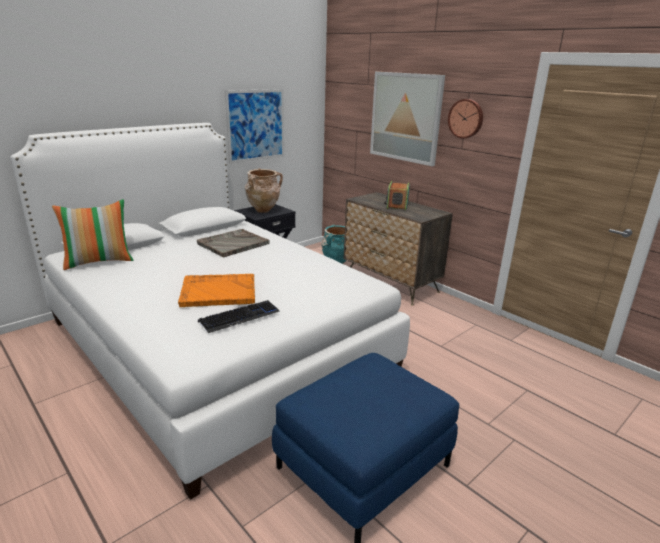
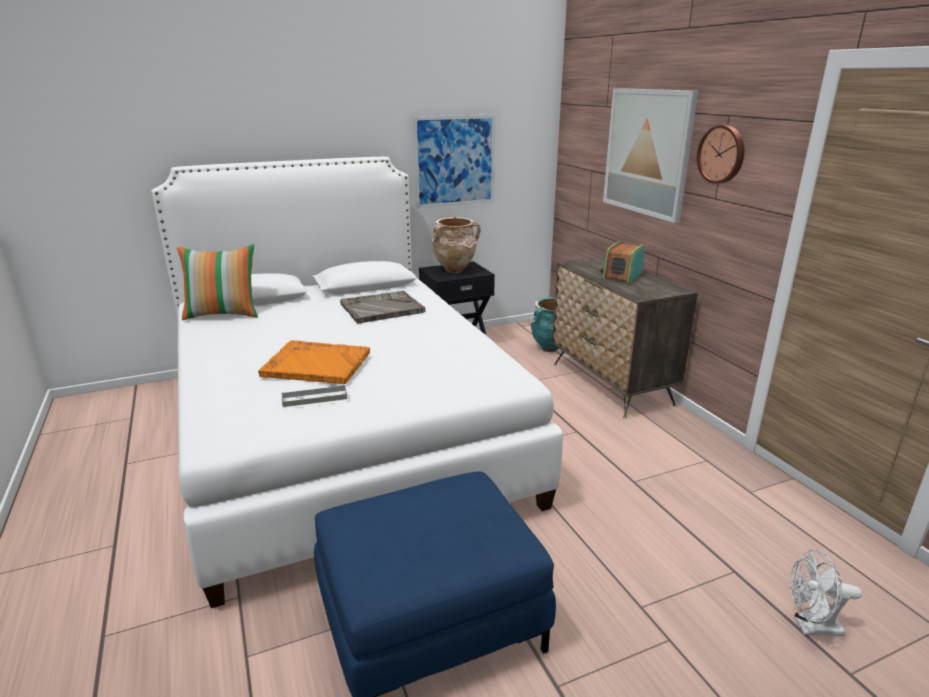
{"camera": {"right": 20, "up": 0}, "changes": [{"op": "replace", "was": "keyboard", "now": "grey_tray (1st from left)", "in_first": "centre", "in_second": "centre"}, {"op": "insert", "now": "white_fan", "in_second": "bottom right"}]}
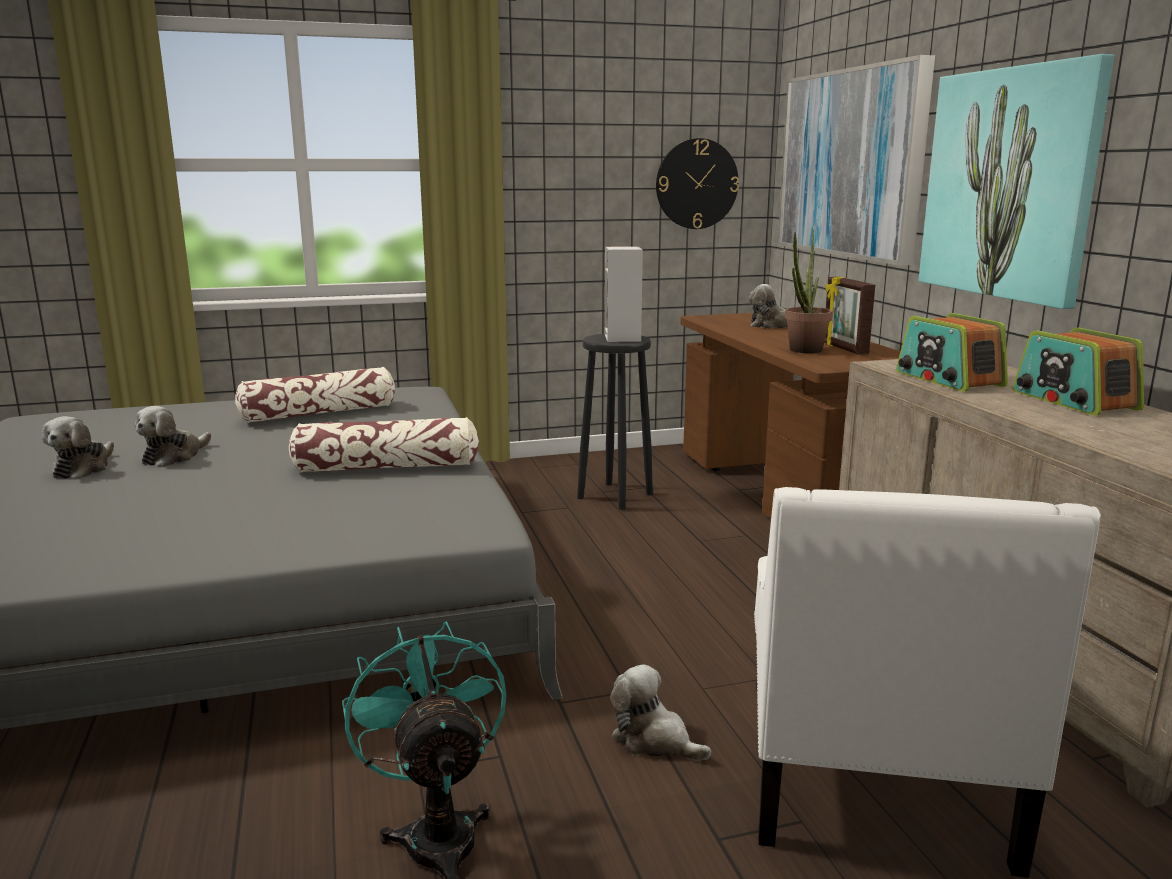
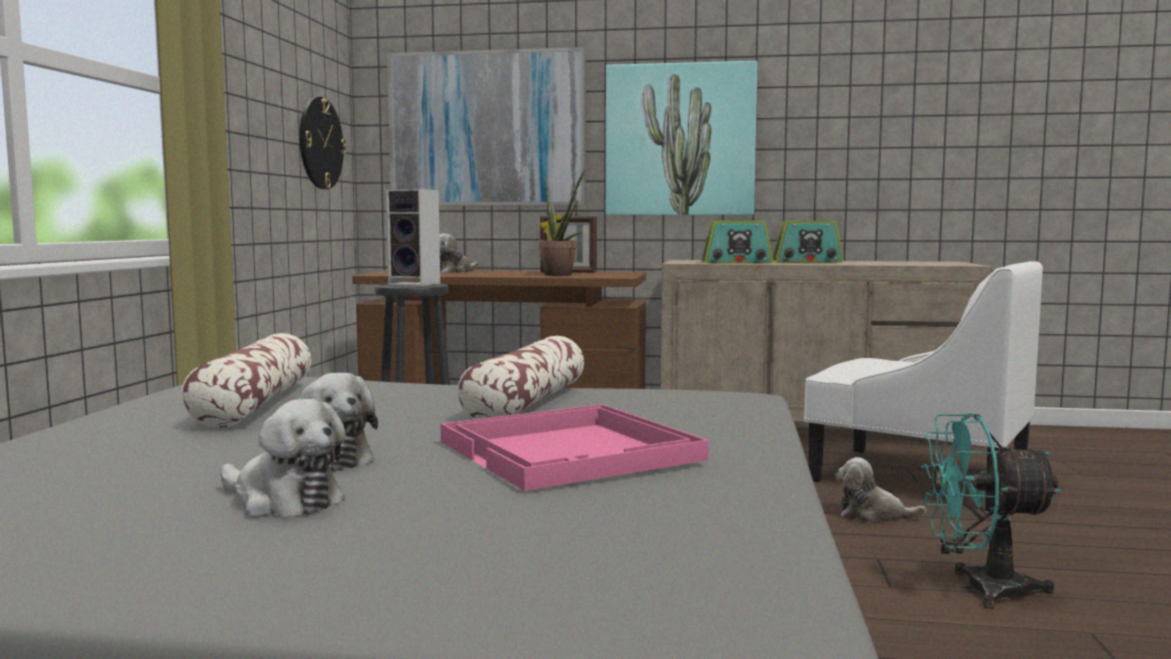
{"camera": {"right": -65, "up": -10}, "changes": [{"op": "insert", "now": "pink_tray", "in_second": "bottom centre"}, {"op": "rotate", "was": "plush_toy (3rd from left in the first image)", "in_first": "bottom centre", "in_second": "bottom right", "clockwise": 45}]}
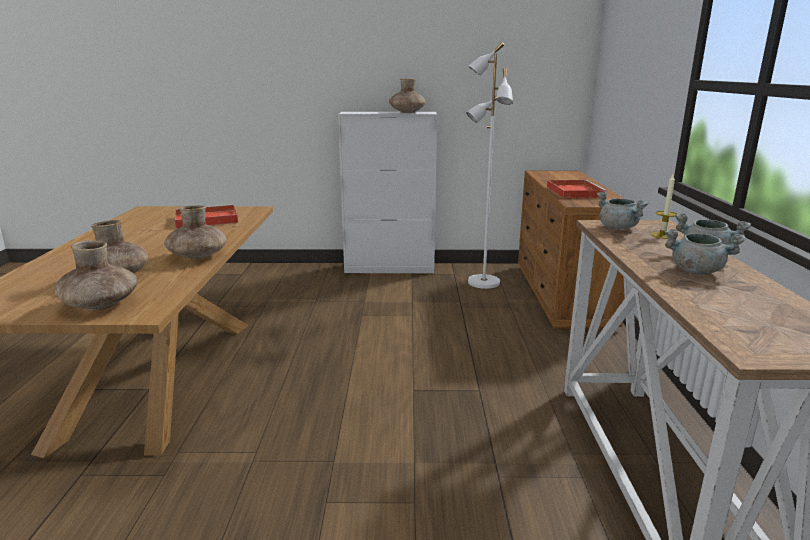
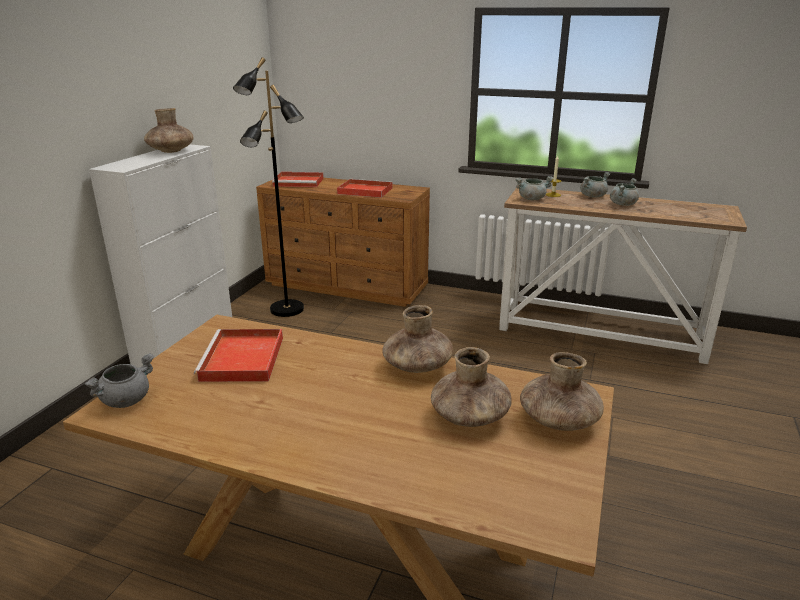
{"camera": {"right": -70, "up": 5}, "changes": [{"op": "insert", "now": "grey_cooking_pot (1st from left)", "in_second": "middle left"}, {"op": "recolor", "was": "white_floor_lamp", "now": "black_floor_lamp", "in_first": "top centre", "in_second": "top centre"}, {"op": "insert", "now": "red_tray (2nd from left)", "in_second": "top centre"}]}
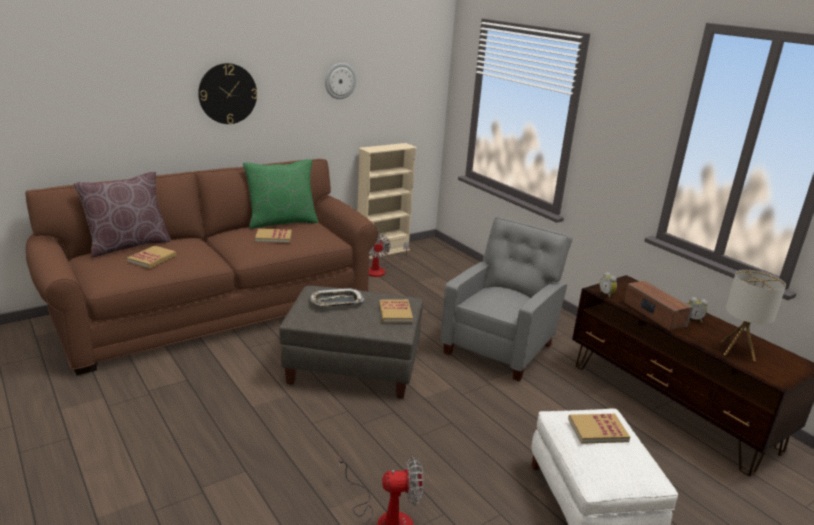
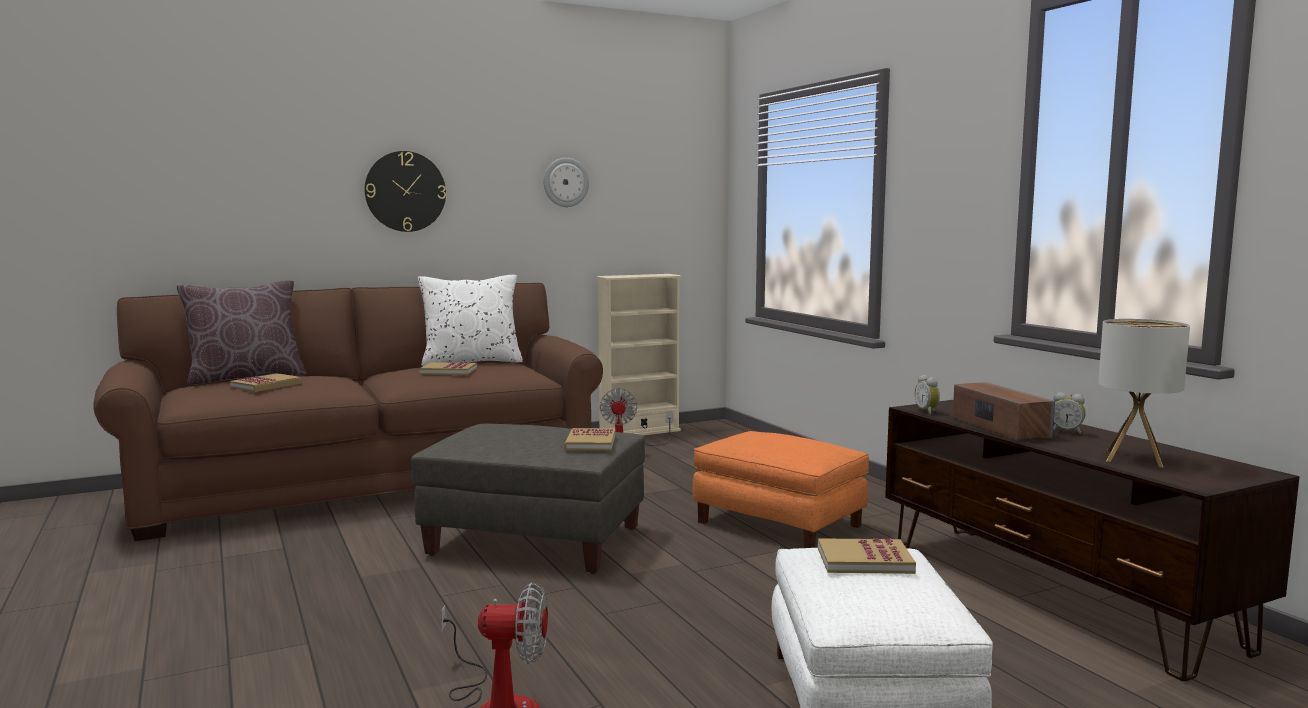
{"camera": {"right": 10, "up": -15}, "changes": [{"op": "recolor", "was": "green_pillow", "now": "white_pillow", "in_first": "centre", "in_second": "centre"}, {"op": "replace", "was": "grey_armchair", "now": "orange_ottoman", "in_first": "centre", "in_second": "bottom centre"}, {"op": "delete", "was": "tray", "in_first": "centre"}]}
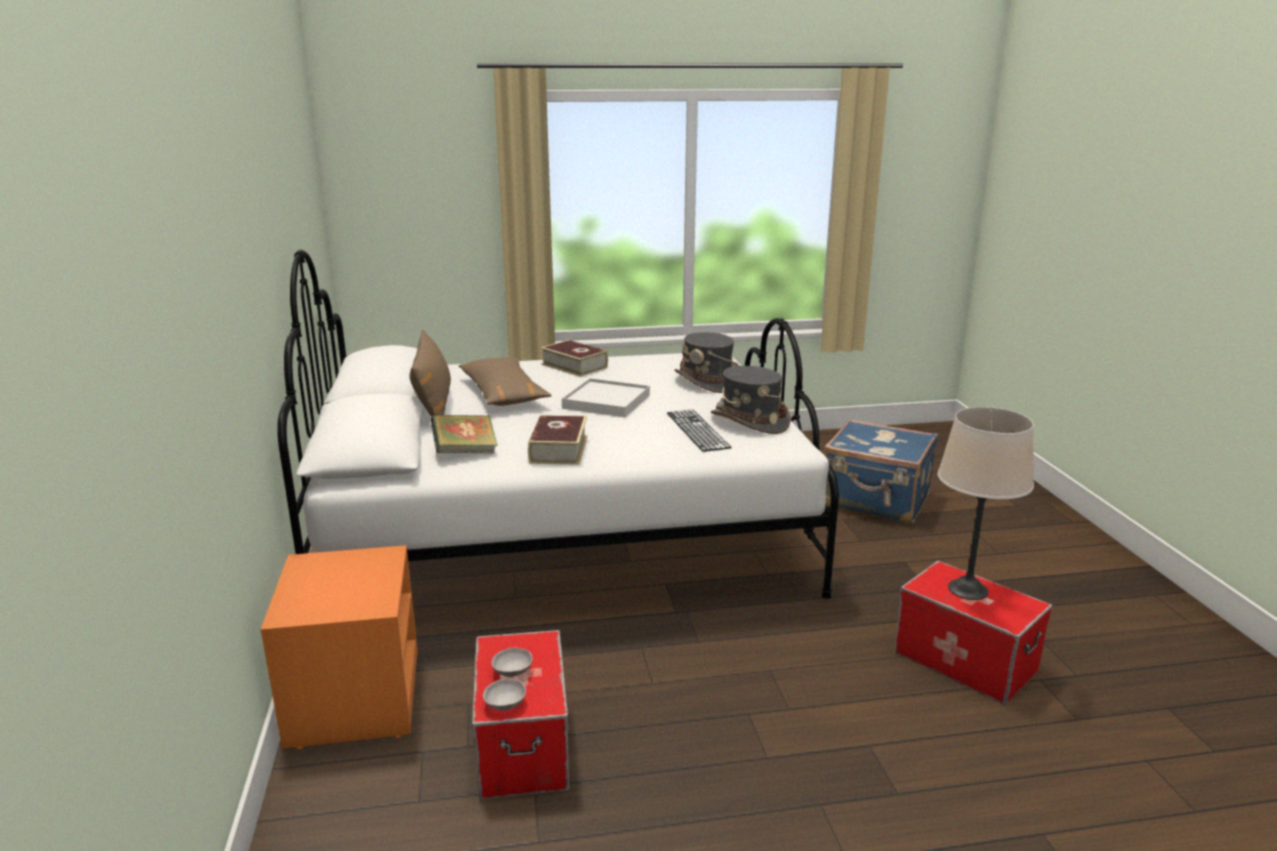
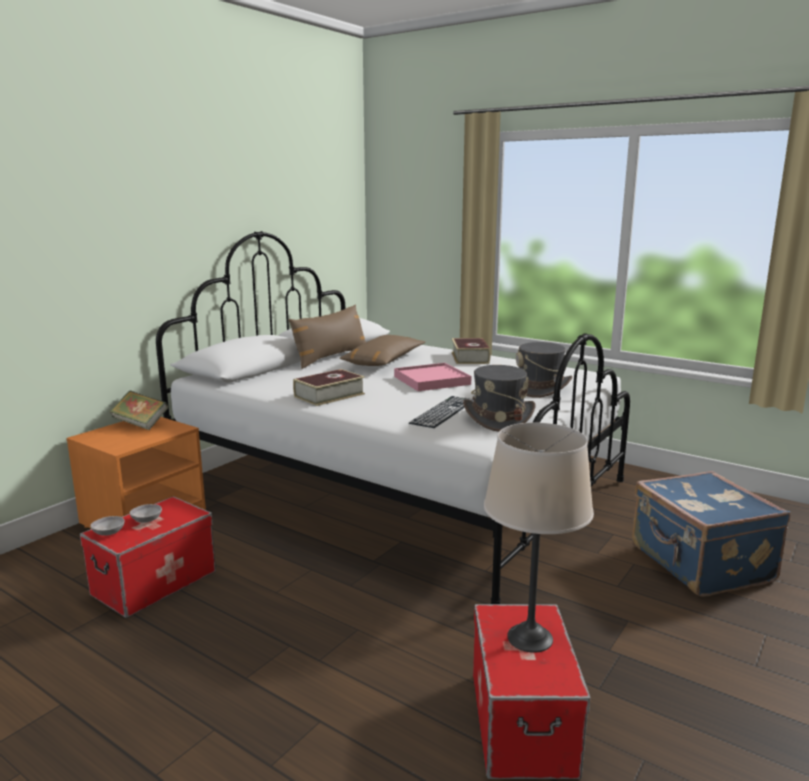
{"camera": {"right": 45, "up": -5}, "changes": [{"op": "move", "was": "book (1st from left)", "in_first": "centre", "in_second": "middle left"}, {"op": "recolor", "was": "white_tray", "now": "pink_tray", "in_first": "centre", "in_second": "centre"}]}
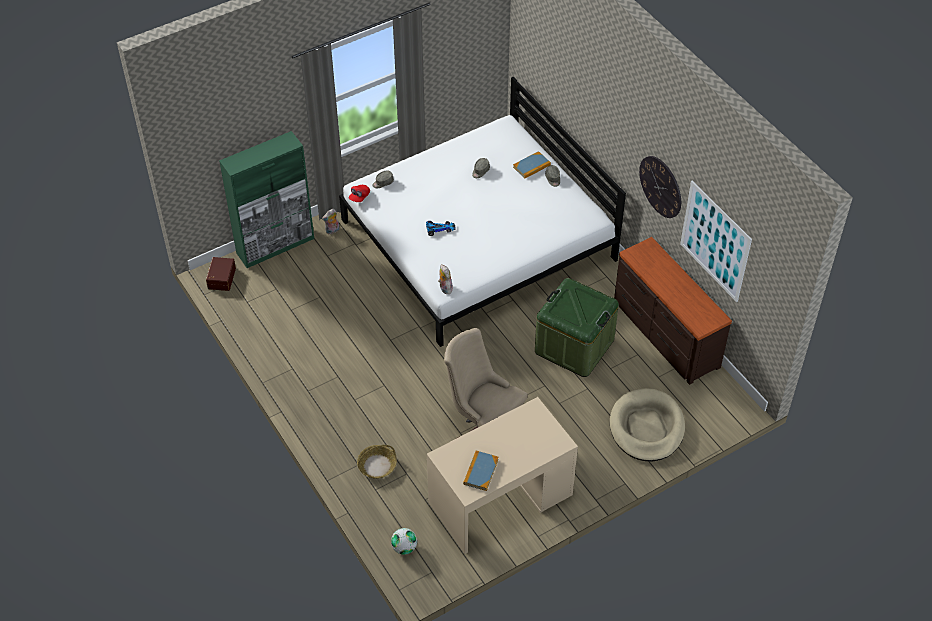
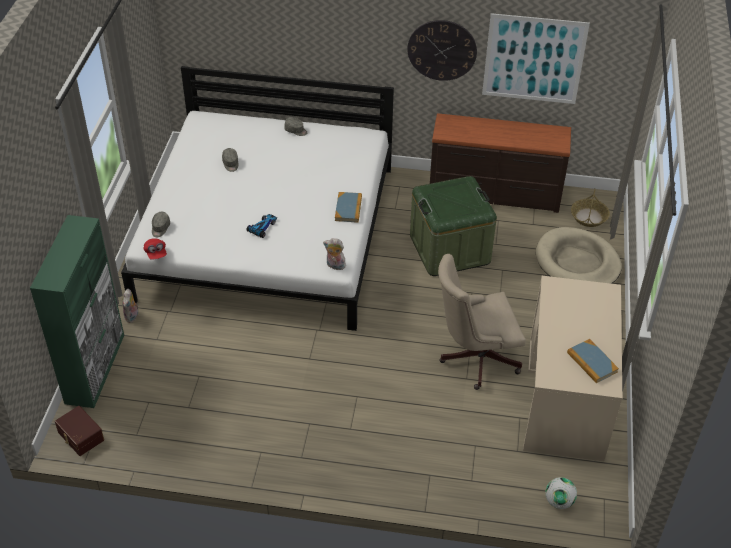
{"camera": {"right": -50, "up": -5}, "changes": [{"op": "move", "was": "book (2nd from left in the first image)", "now": "book (1st from left)", "in_first": "top centre", "in_second": "centre"}, {"op": "move", "was": "basket", "in_first": "bottom centre", "in_second": "middle right"}]}
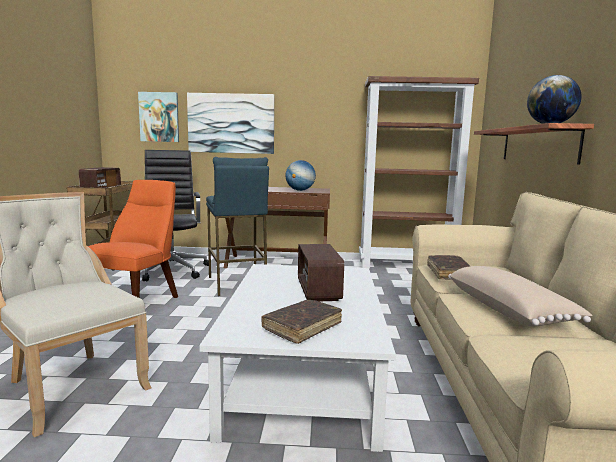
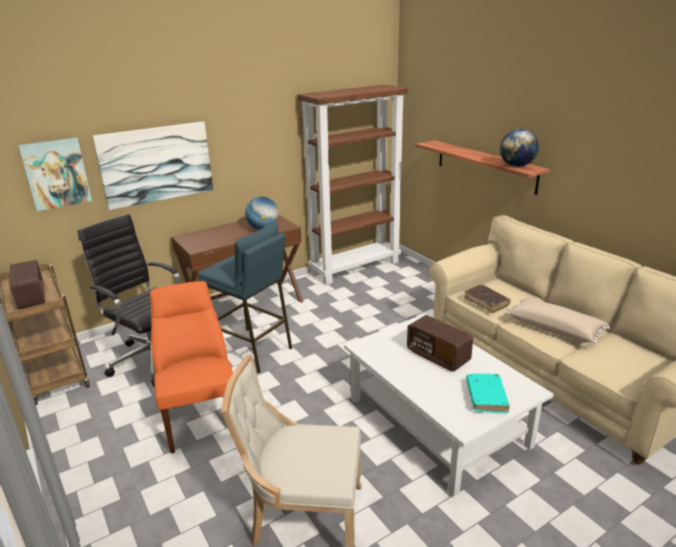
{"camera": {"right": -35, "up": 15}, "changes": [{"op": "recolor", "was": "brown_book (1st from left)", "now": "turquoise_book", "in_first": "bottom centre", "in_second": "bottom right"}]}
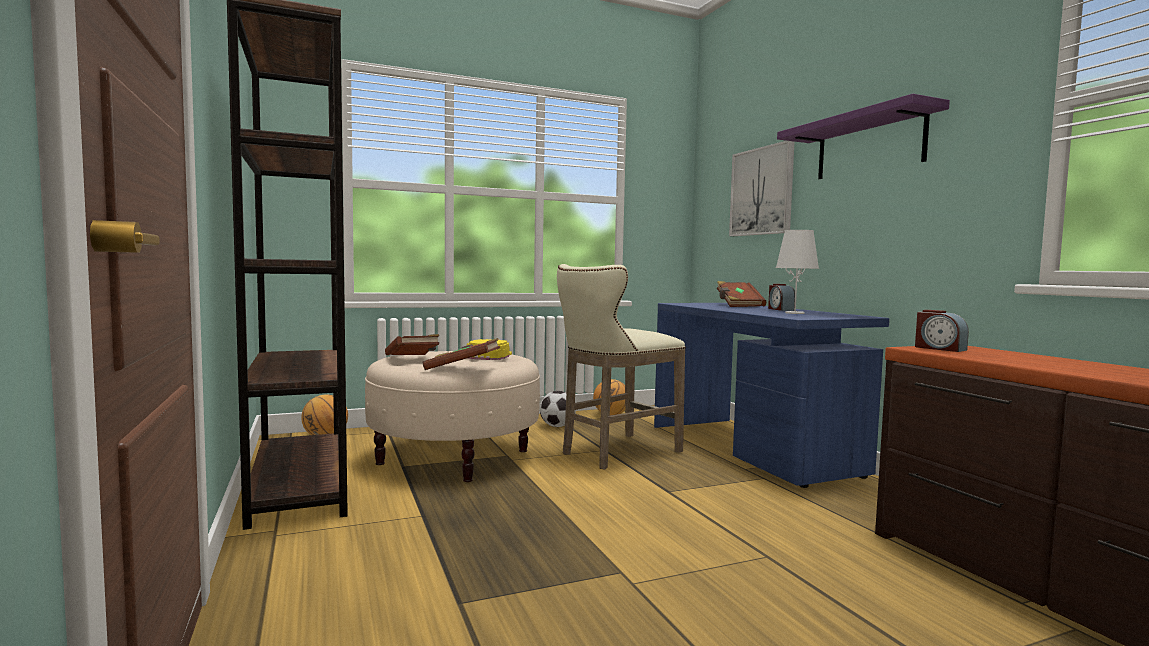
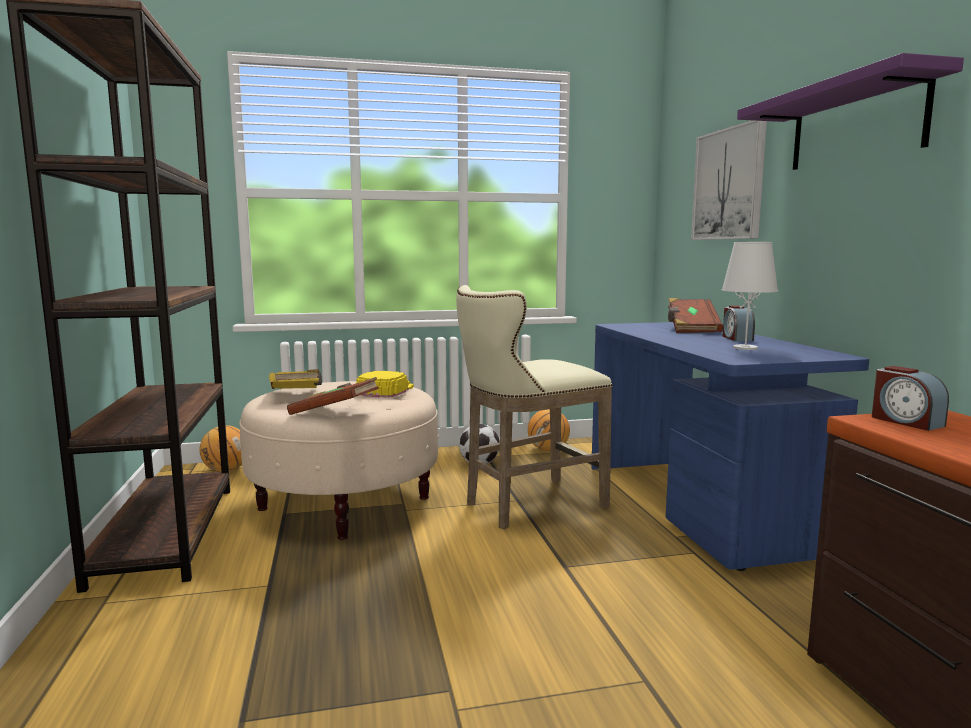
{"camera": {"right": 10, "up": 5}, "changes": [{"op": "recolor", "was": "brown_book (1st from left)", "now": "yellow_book", "in_first": "centre", "in_second": "middle left"}]}
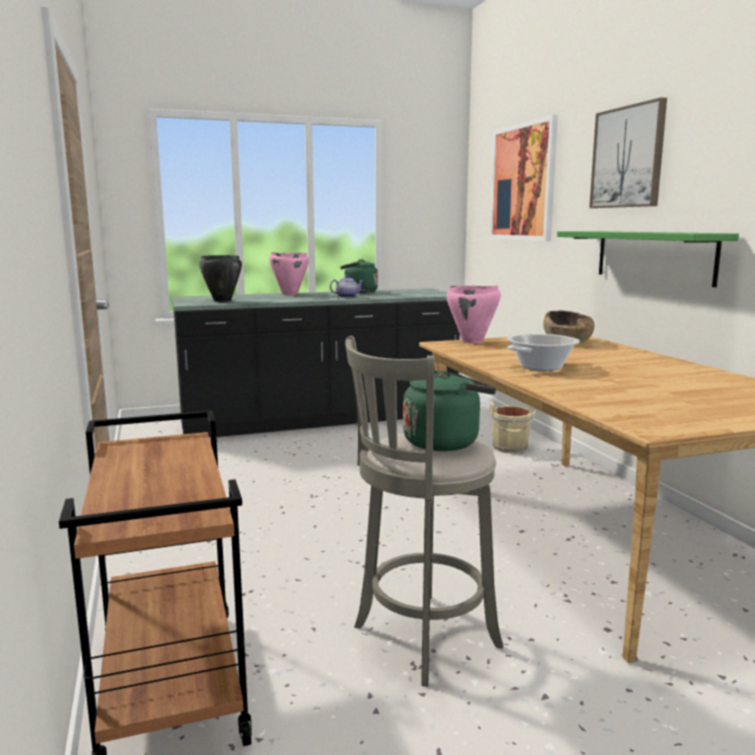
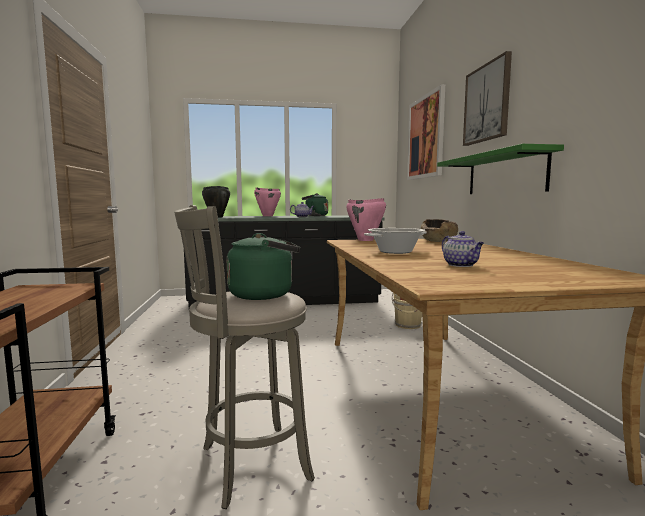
{"camera": {"right": 10, "up": -5}, "changes": [{"op": "insert", "now": "teapot (2nd from left)", "in_second": "middle right"}]}
